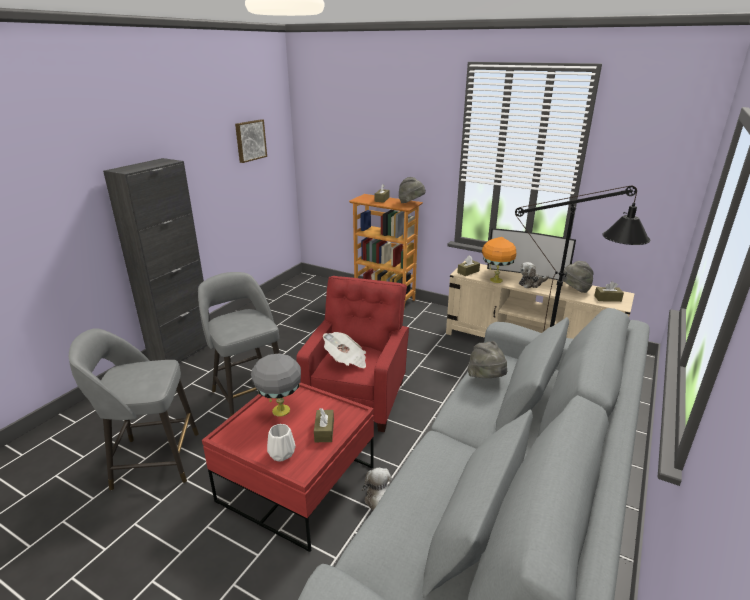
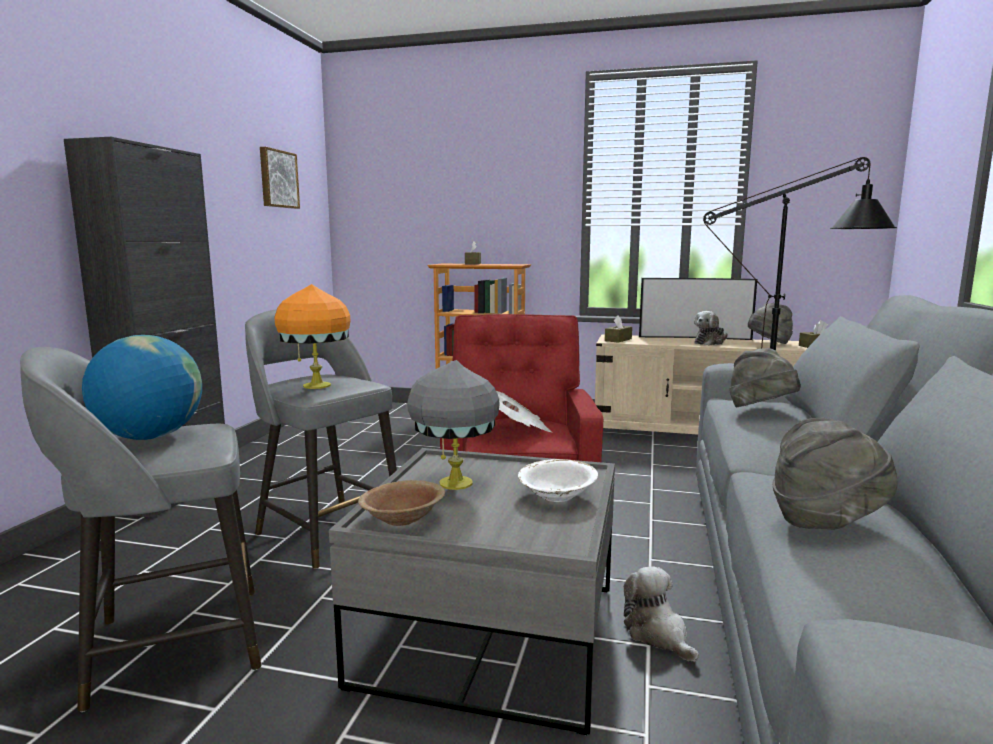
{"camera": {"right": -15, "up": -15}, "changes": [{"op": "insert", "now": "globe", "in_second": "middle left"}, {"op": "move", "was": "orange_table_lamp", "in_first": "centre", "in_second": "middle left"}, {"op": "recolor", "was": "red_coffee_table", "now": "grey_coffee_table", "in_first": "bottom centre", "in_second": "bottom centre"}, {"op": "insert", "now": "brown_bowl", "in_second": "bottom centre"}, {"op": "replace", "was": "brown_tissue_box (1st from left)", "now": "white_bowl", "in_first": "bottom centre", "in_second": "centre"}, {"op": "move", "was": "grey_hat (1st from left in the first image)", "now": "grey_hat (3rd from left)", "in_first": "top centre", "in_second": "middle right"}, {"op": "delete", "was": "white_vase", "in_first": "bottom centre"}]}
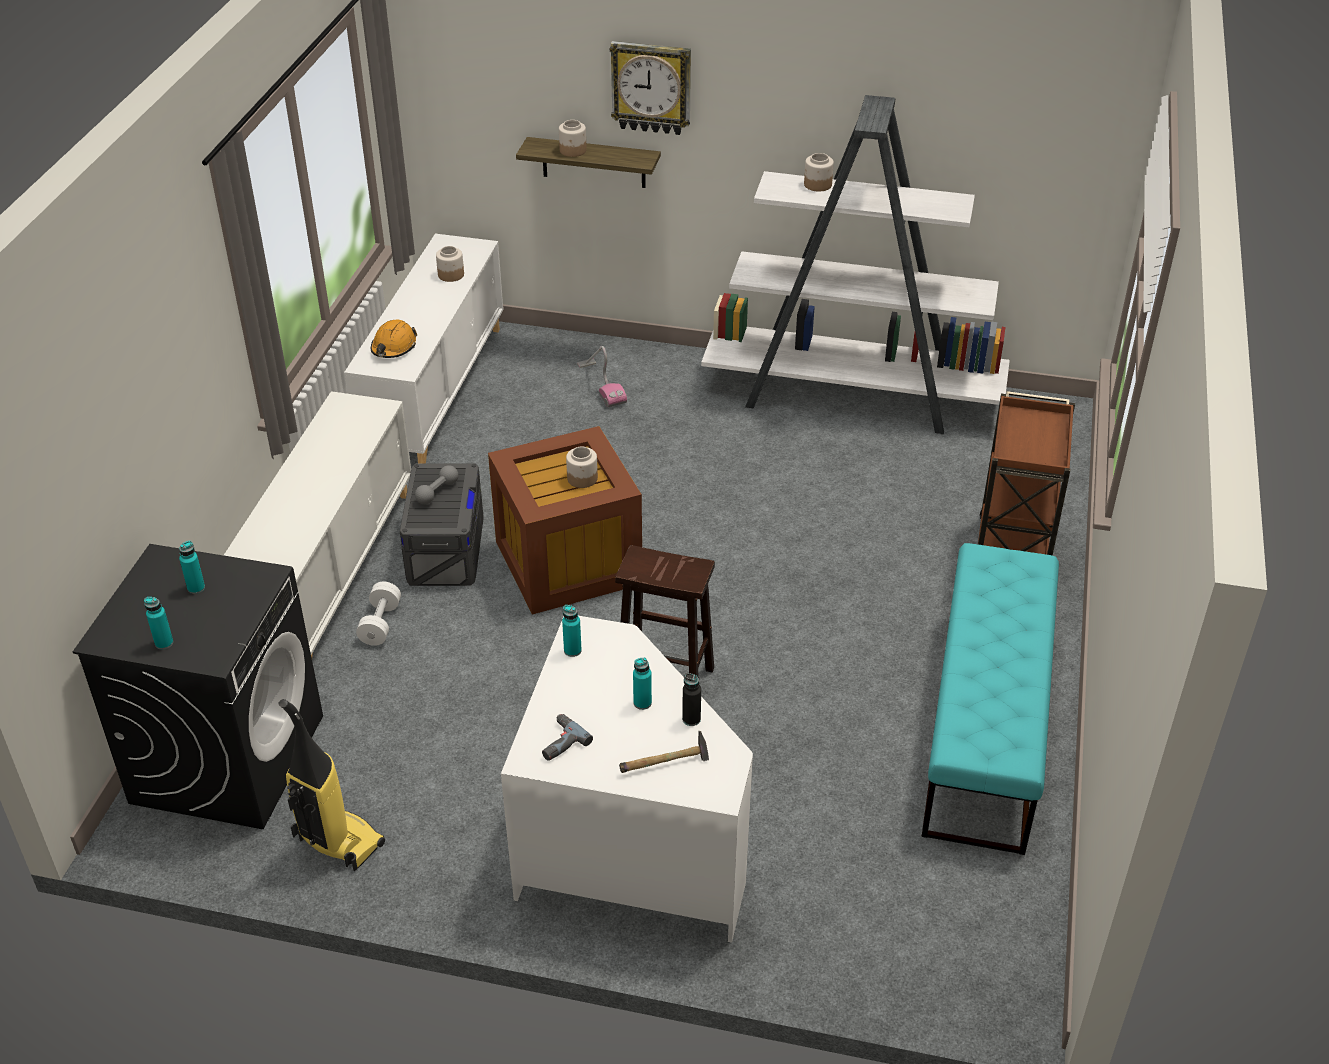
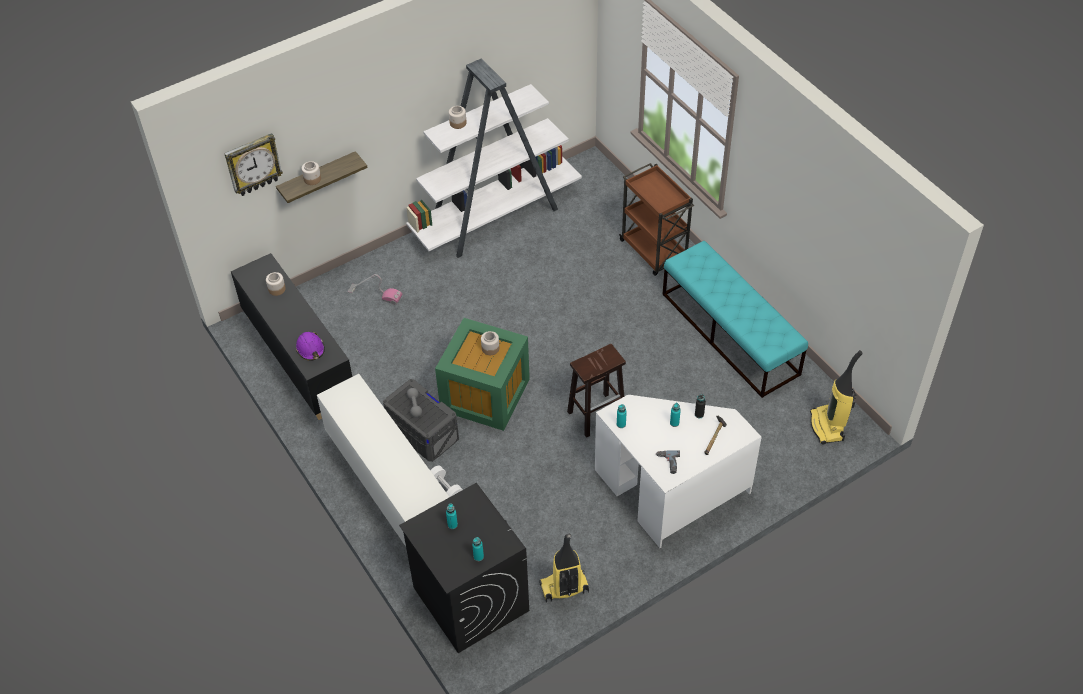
{"camera": {"right": -45, "up": 10}, "changes": [{"op": "move", "was": "wall_clock", "in_first": "top centre", "in_second": "top left"}, {"op": "recolor", "was": "white_cabinet (2nd from left)", "now": "black_cabinet", "in_first": "top left", "in_second": "middle left"}, {"op": "recolor", "was": "orange_hard_hat", "now": "purple_hard_hat", "in_first": "top left", "in_second": "middle left"}, {"op": "recolor", "was": "brown_storage_box", "now": "green_storage_box", "in_first": "centre", "in_second": "centre"}, {"op": "insert", "now": "vacuum_cleaner (3rd from left)", "in_second": "middle right"}]}
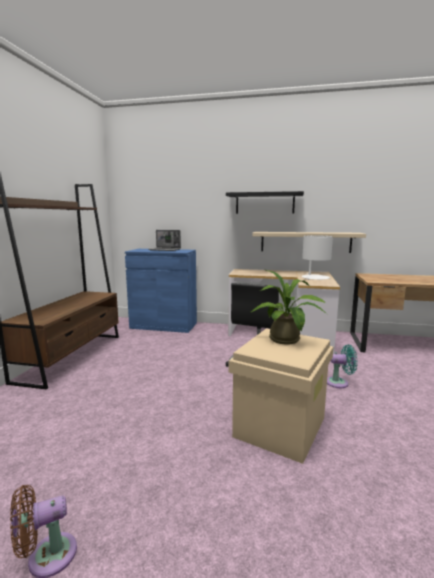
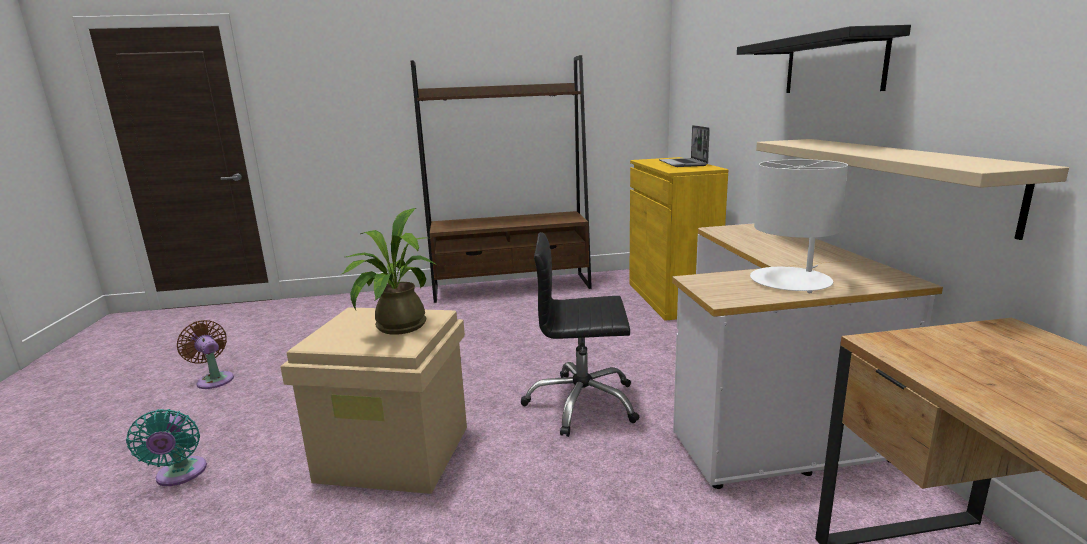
{"camera": {"right": 70, "up": 5}, "changes": [{"op": "move", "was": "turquoise_fan", "in_first": "middle right", "in_second": "bottom left"}, {"op": "recolor", "was": "blue_cabinet", "now": "yellow_cabinet", "in_first": "centre", "in_second": "centre"}]}
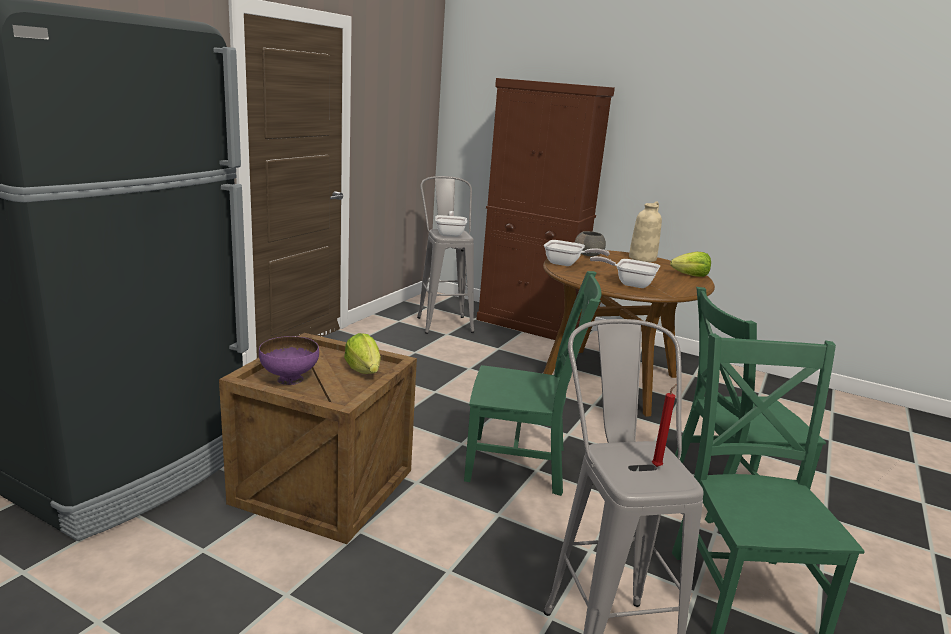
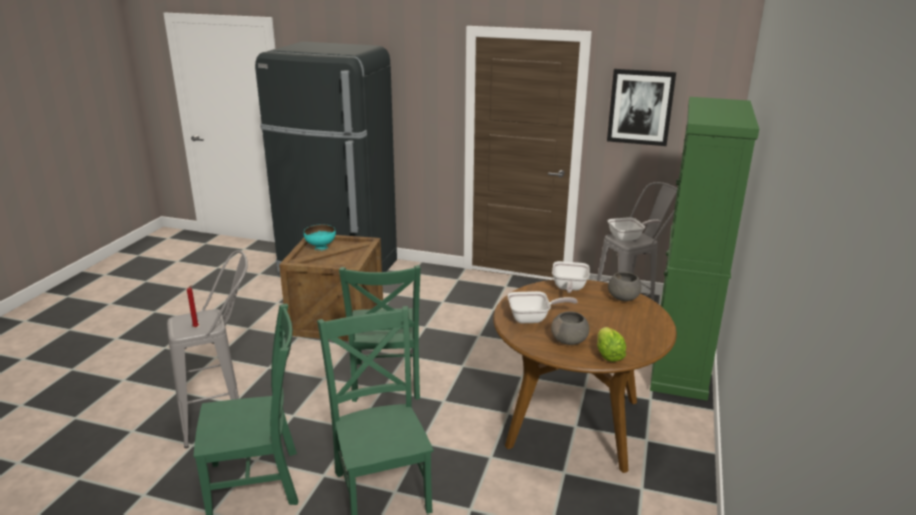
{"camera": {"right": 80, "up": 5}, "changes": [{"op": "recolor", "was": "purple_bowl", "now": "turquoise_bowl", "in_first": "middle left", "in_second": "centre"}, {"op": "rotate", "was": "frying_pan (3rd from left in the first image)", "in_first": "centre", "in_second": "centre", "clockwise": 75}, {"op": "insert", "now": "grey_bowl (1st from left)", "in_second": "centre"}, {"op": "insert", "now": "picture", "in_second": "top right"}, {"op": "recolor", "was": "brown_cabinet", "now": "green_cabinet", "in_first": "top centre", "in_second": "middle right"}, {"op": "delete", "was": "lettuce (1st from left)", "in_first": "centre"}, {"op": "delete", "was": "beige_vase", "in_first": "middle right"}]}
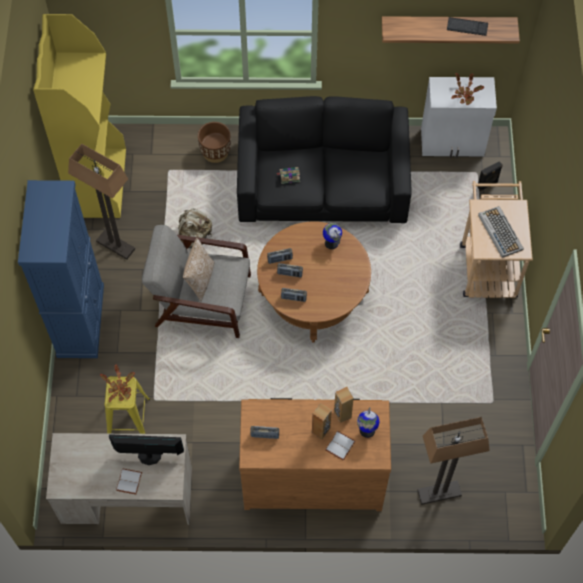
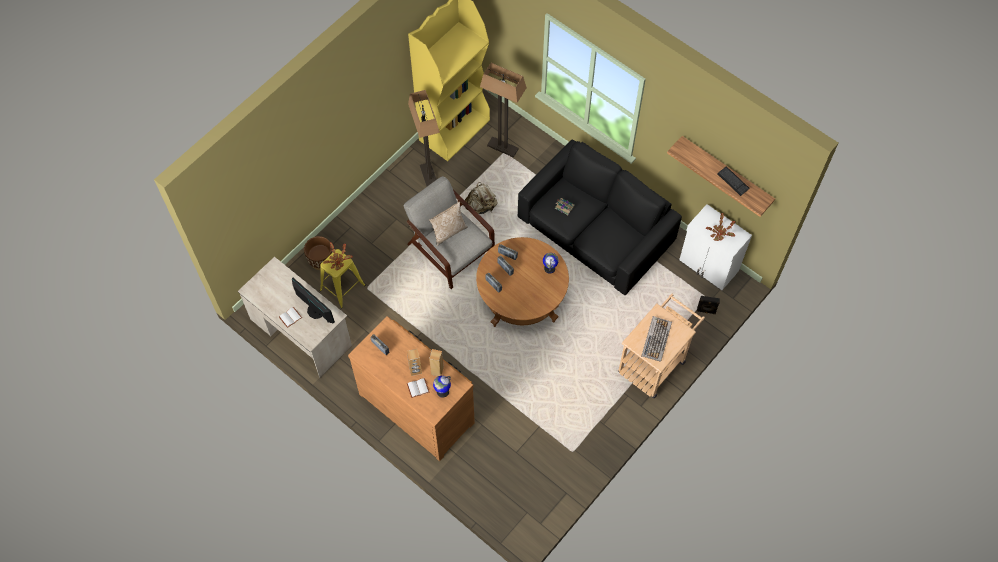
{"camera": {"right": 40, "up": 0}, "changes": [{"op": "move", "was": "brown_planter", "in_first": "top centre", "in_second": "middle left"}, {"op": "move", "was": "floor_lamp (2nd from left)", "in_first": "bottom right", "in_second": "top centre"}, {"op": "delete", "was": "blue_cabinet", "in_first": "middle left"}]}
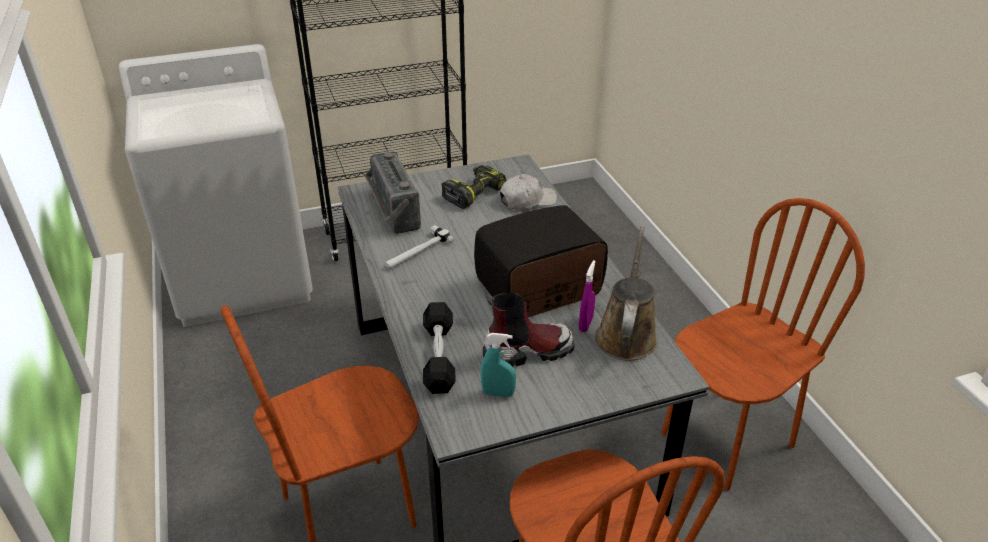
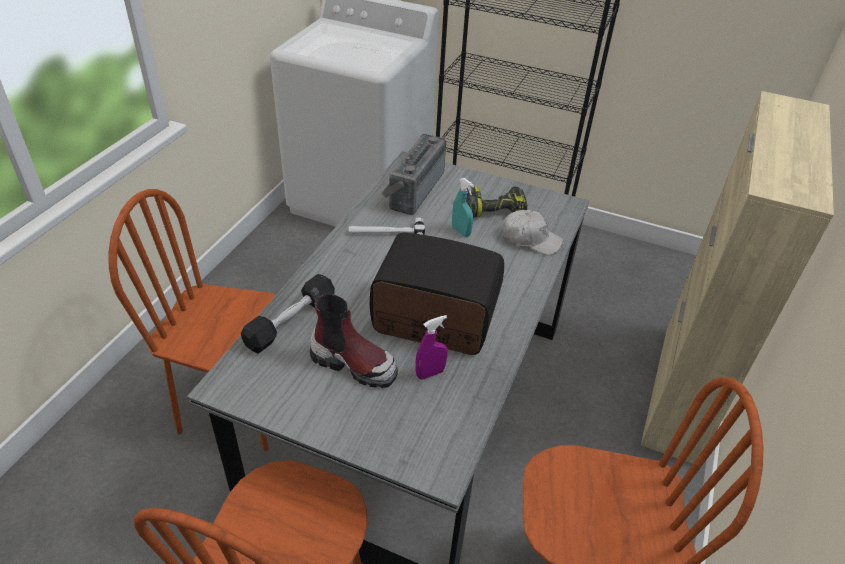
{"camera": {"right": 40, "up": 5}, "changes": [{"op": "move", "was": "turquoise_spray_bottle", "in_first": "bottom centre", "in_second": "centre"}, {"op": "insert", "now": "beige_cabinet", "in_second": "middle right"}, {"op": "delete", "was": "brown_watering_can", "in_first": "centre"}]}
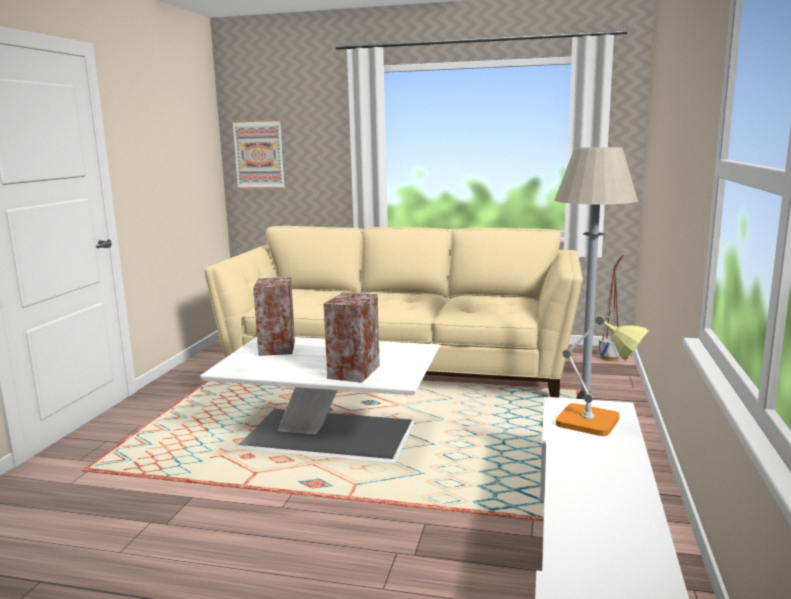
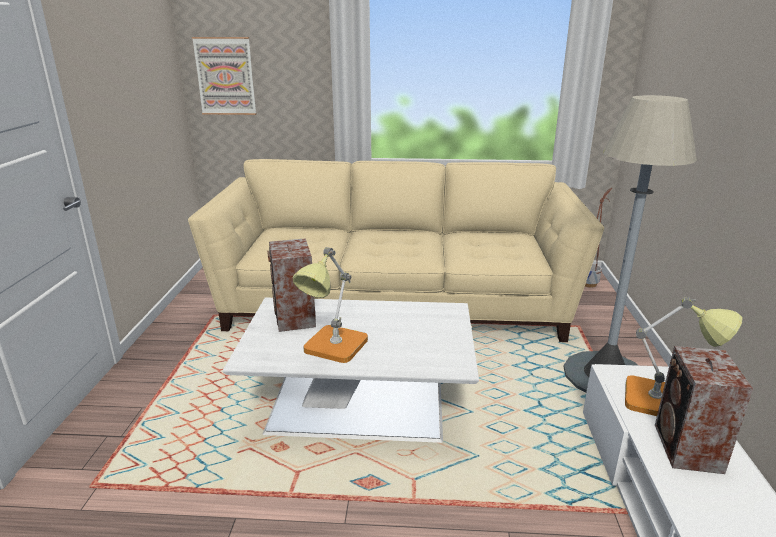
{"camera": {"right": -10, "up": 10}, "changes": [{"op": "insert", "now": "table_lamp (1st from left)", "in_second": "centre"}, {"op": "move", "was": "speaker (2nd from left)", "in_first": "centre", "in_second": "bottom right"}]}
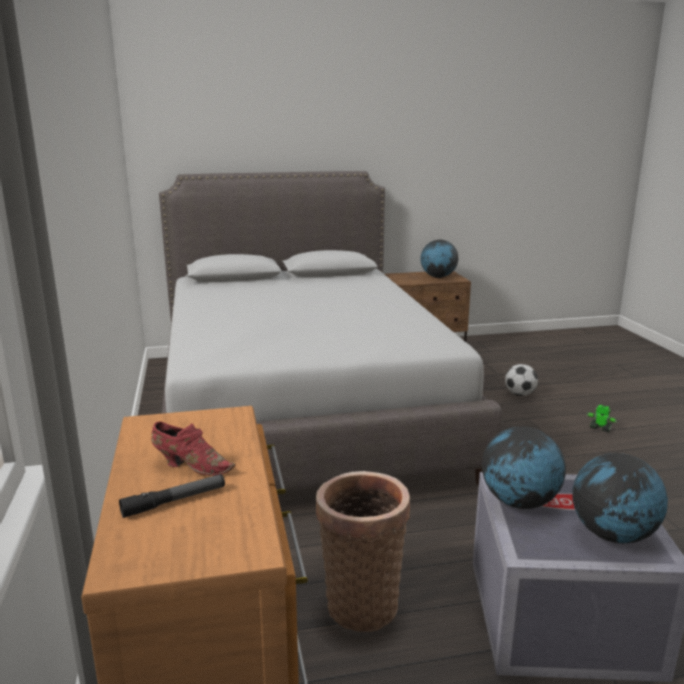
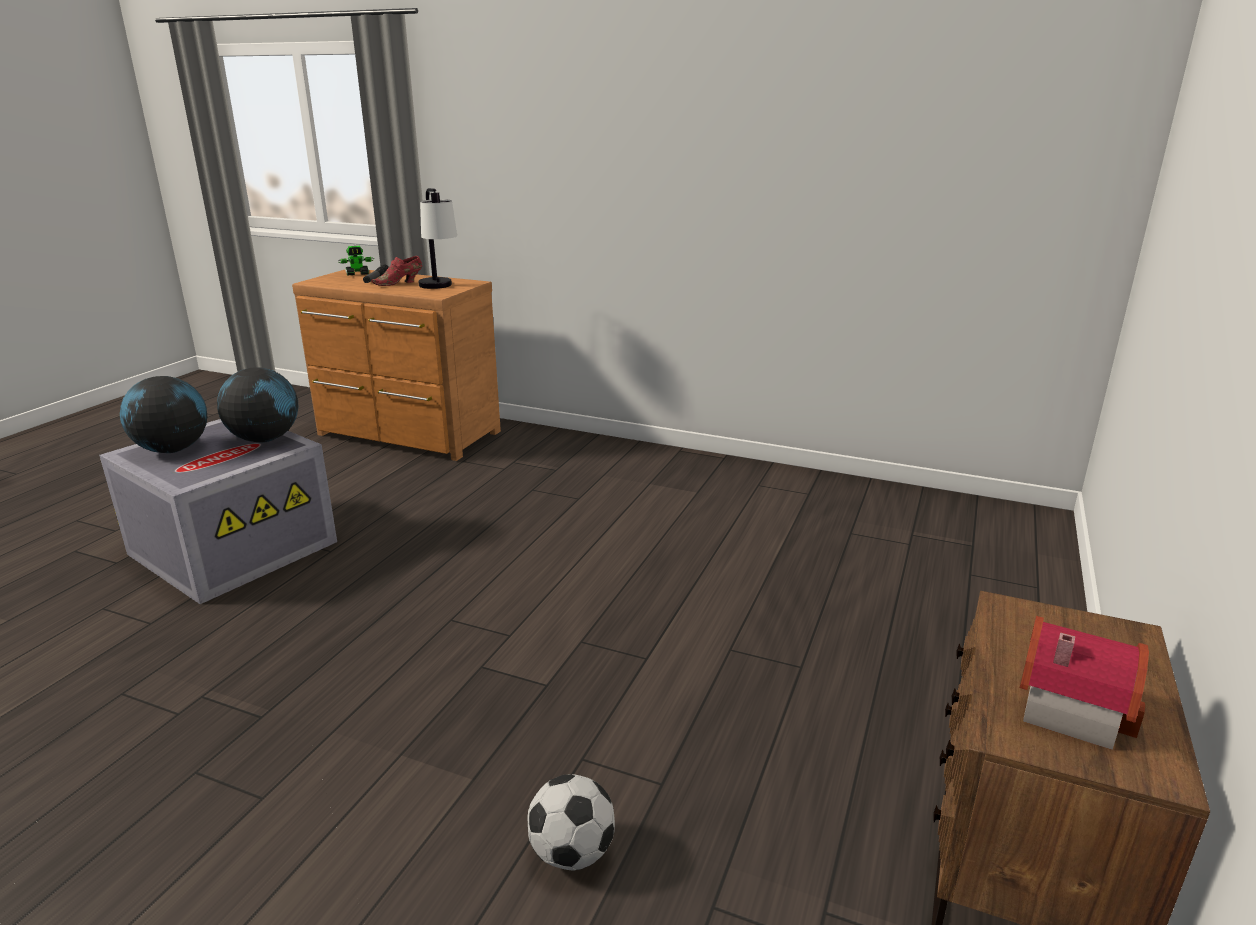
{"camera": {"right": 125, "up": 5}, "changes": [{"op": "move", "was": "toy_robot", "in_first": "middle right", "in_second": "top left"}, {"op": "insert", "now": "table_lamp", "in_second": "top centre"}, {"op": "replace", "was": "globe (1st from left)", "now": "toy_house", "in_first": "centre", "in_second": "bottom right"}, {"op": "delete", "was": "grey_bed", "in_first": "centre"}, {"op": "delete", "was": "basket", "in_first": "bottom centre"}]}
